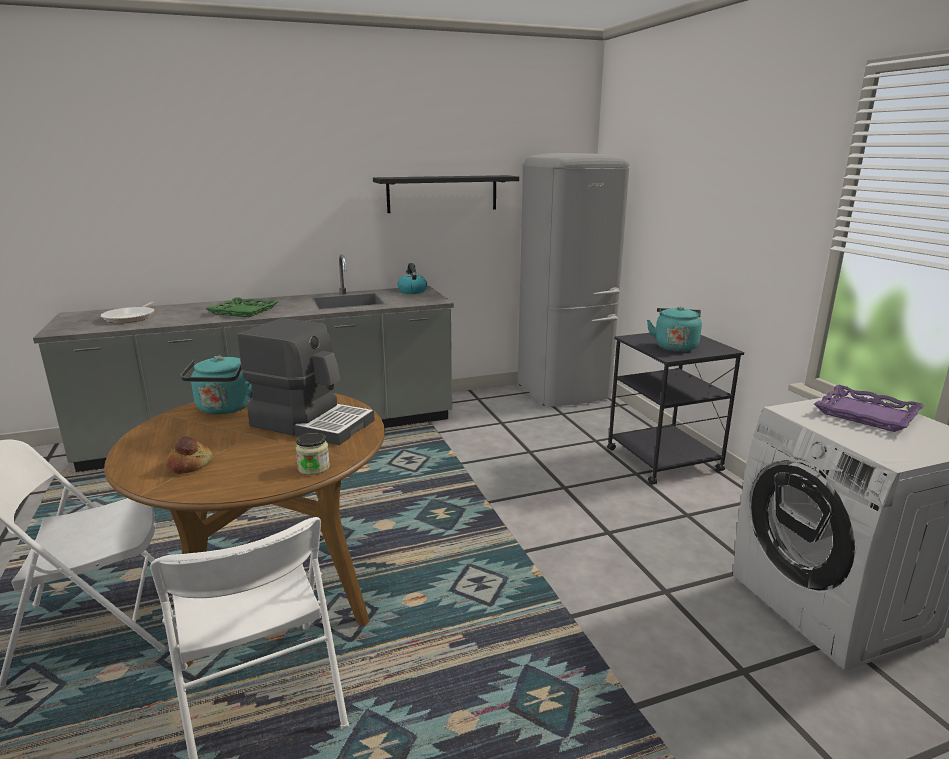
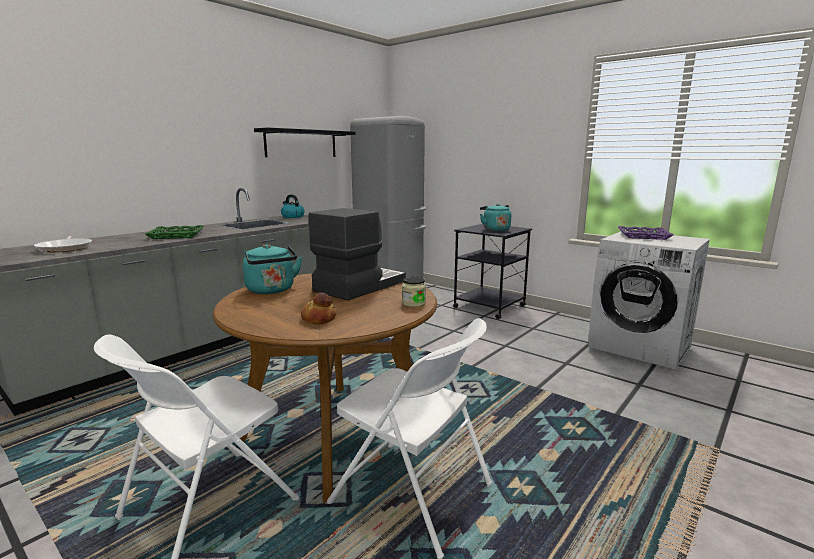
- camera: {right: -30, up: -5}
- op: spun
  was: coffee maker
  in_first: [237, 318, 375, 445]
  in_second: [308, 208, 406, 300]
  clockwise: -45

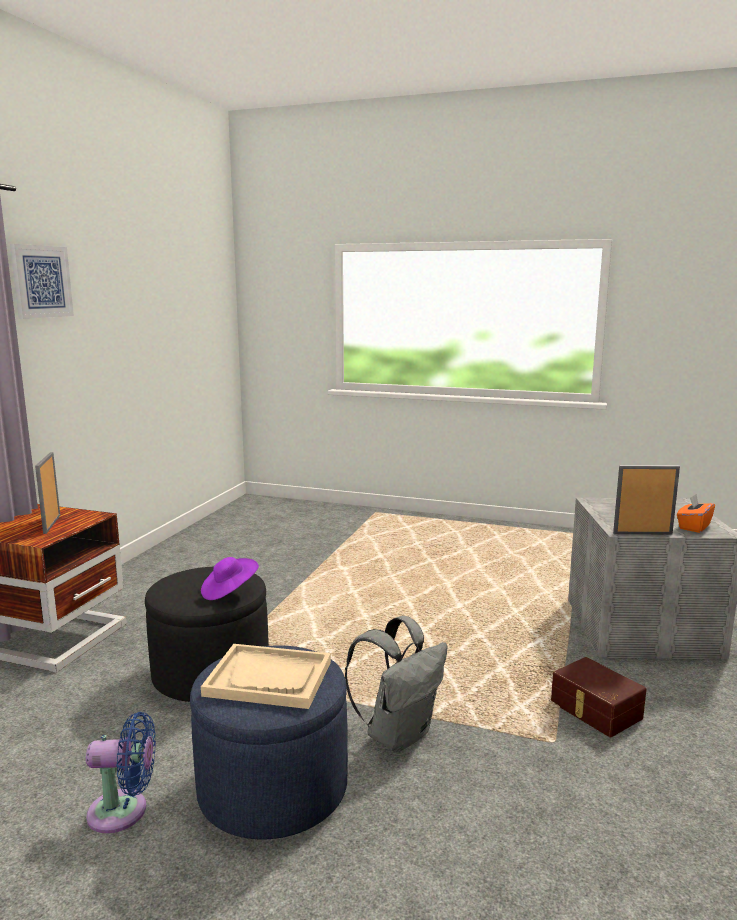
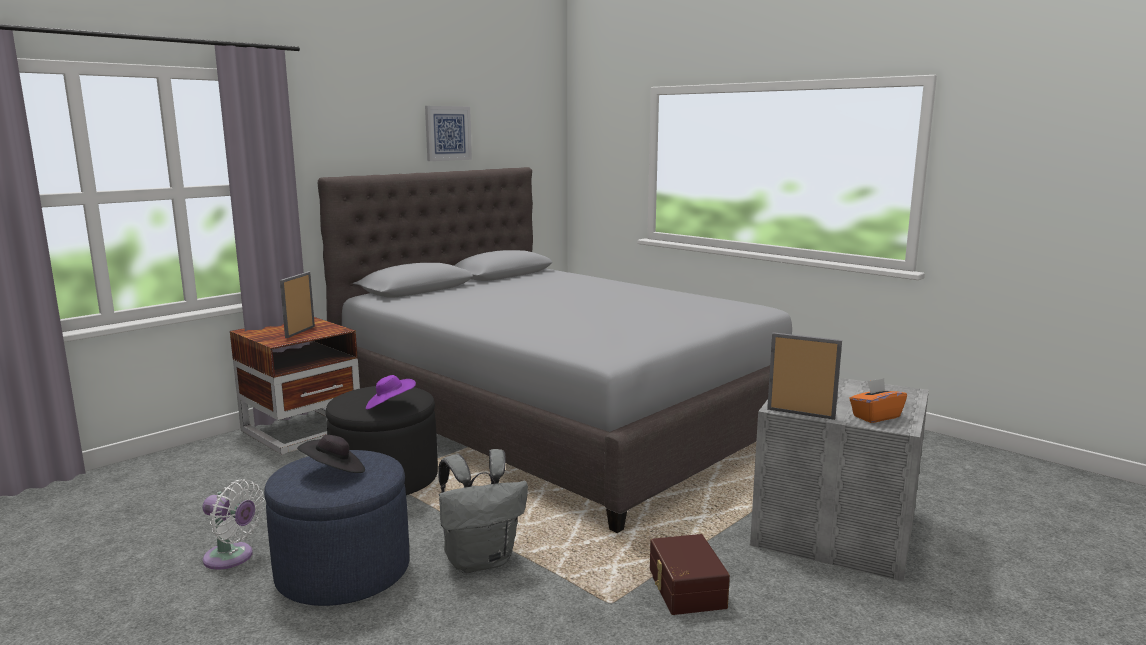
- camera: {right: 25, up: 0}
- op: colour
  was: blue fan
  now: white-coloured fan
  in_first: [86, 712, 156, 833]
  in_second: [202, 479, 265, 570]
- op: exchanged
  was: beige carrying tray
  now: black clothing hat
  in_first: [201, 644, 331, 709]
  in_second: [297, 435, 365, 473]
- op: appeared
  now: grey sleeping bed
  in_second: [318, 167, 792, 533]
- op: relocated
  was: picture
  in_first: [10, 244, 74, 319]
  in_second: [425, 106, 472, 161]

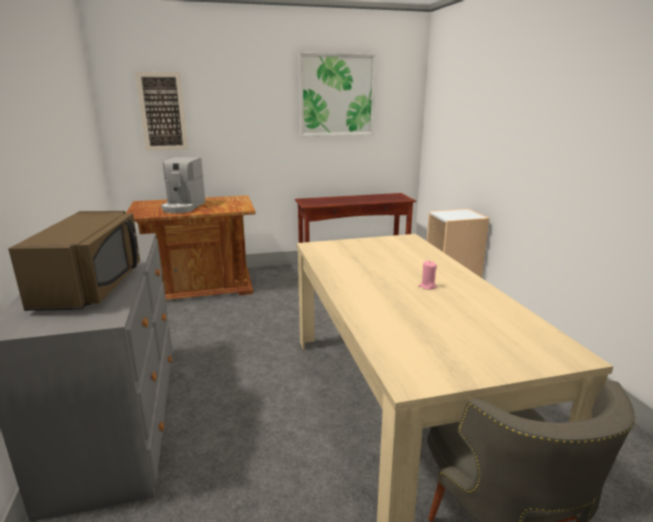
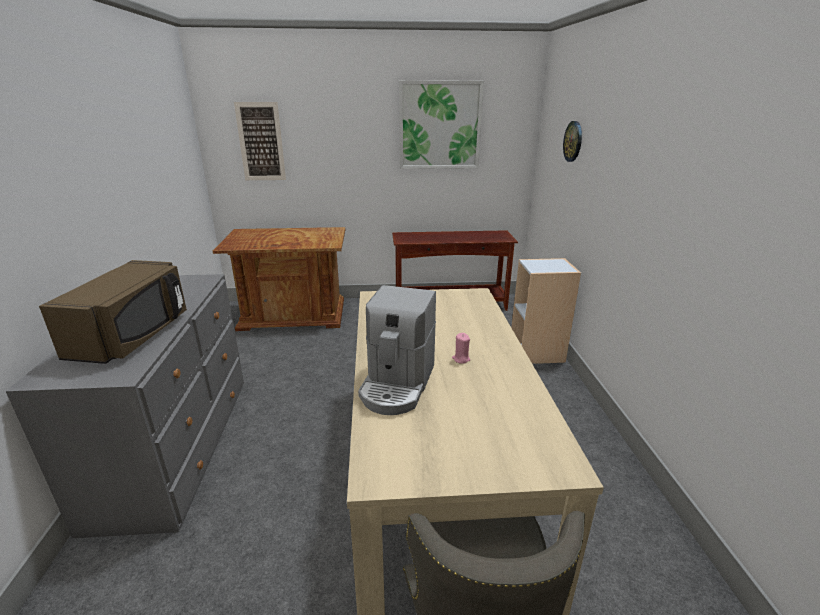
- camera: {right: 10, up: 5}
- op: relocated
  was: coffee maker
  in_first: [161, 157, 205, 213]
  in_second: [358, 285, 436, 415]
- op: appeared
  now: wall clock
  in_second: [563, 121, 582, 162]

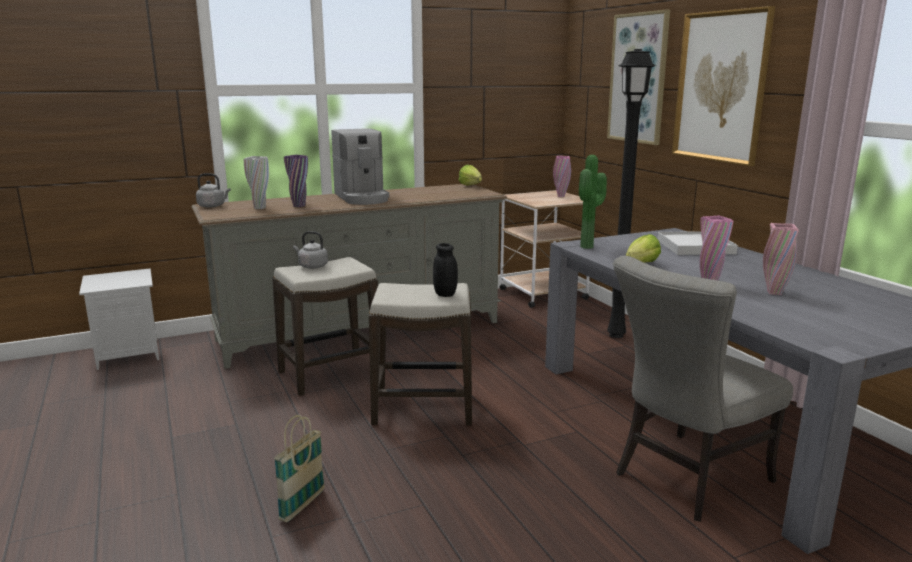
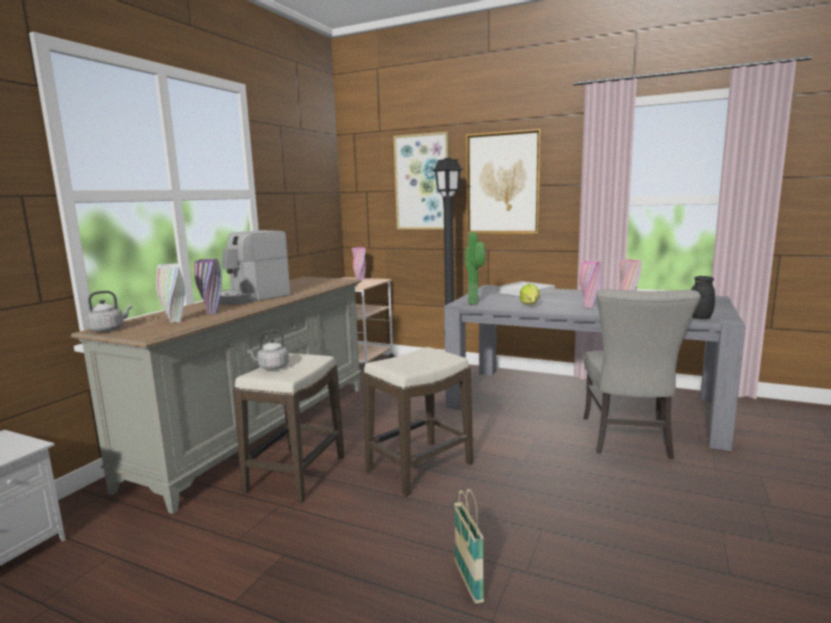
- camera: {right: -40, up: -5}
- op: spun
  was: coffee maker
  in_first: [332, 128, 389, 205]
  in_second: [218, 230, 290, 305]
  clockwise: 105
- op: relocated
  was: black jar
  in_first: [433, 243, 458, 297]
  in_second: [691, 276, 715, 319]
- op: missing
  was: lettuce head
  in_first: [459, 165, 482, 185]

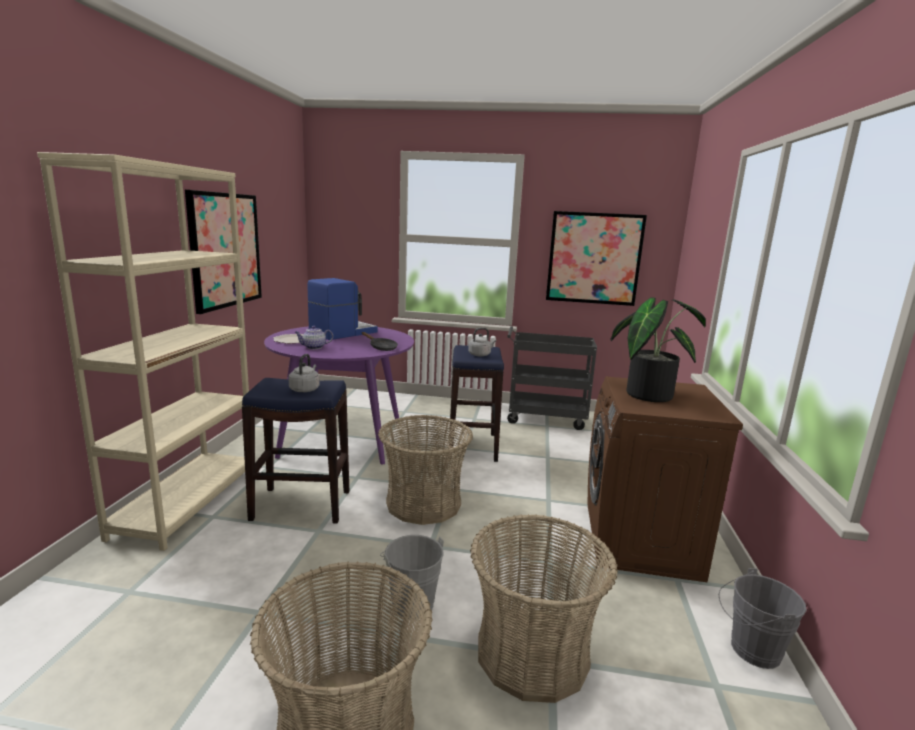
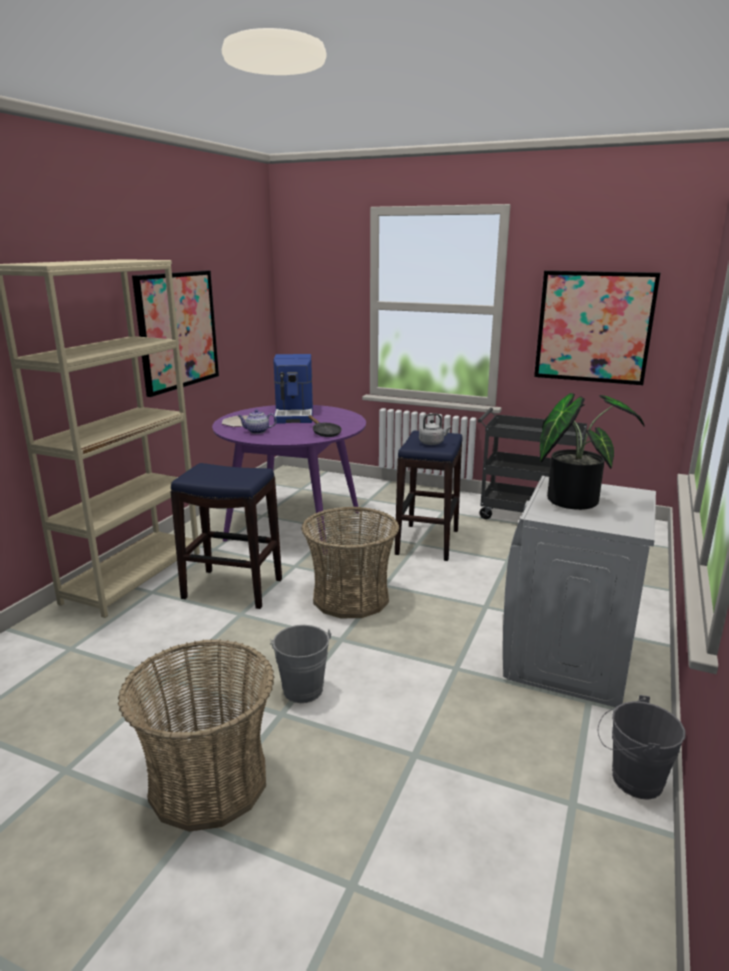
- camera: {right: 15, up: 5}
- op: spun
  was: coffee maker
  in_first: [307, 278, 378, 340]
  in_second: [273, 354, 313, 424]
  clockwise: 120
- op: colour
  was: brownish washing machine
  now: white-coloured washing machine
  in_first: [587, 376, 743, 582]
  in_second: [503, 476, 656, 707]
- op: missing
  was: grey tea kettle
  in_first: [288, 354, 320, 392]
- op: missing
  was: storage basket
  in_first: [470, 514, 618, 703]

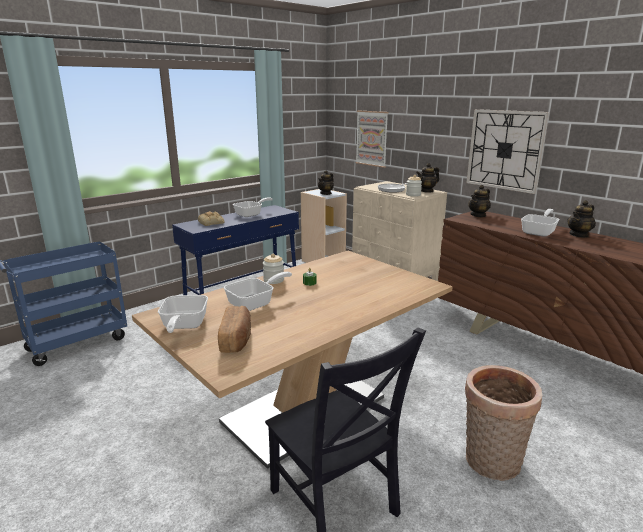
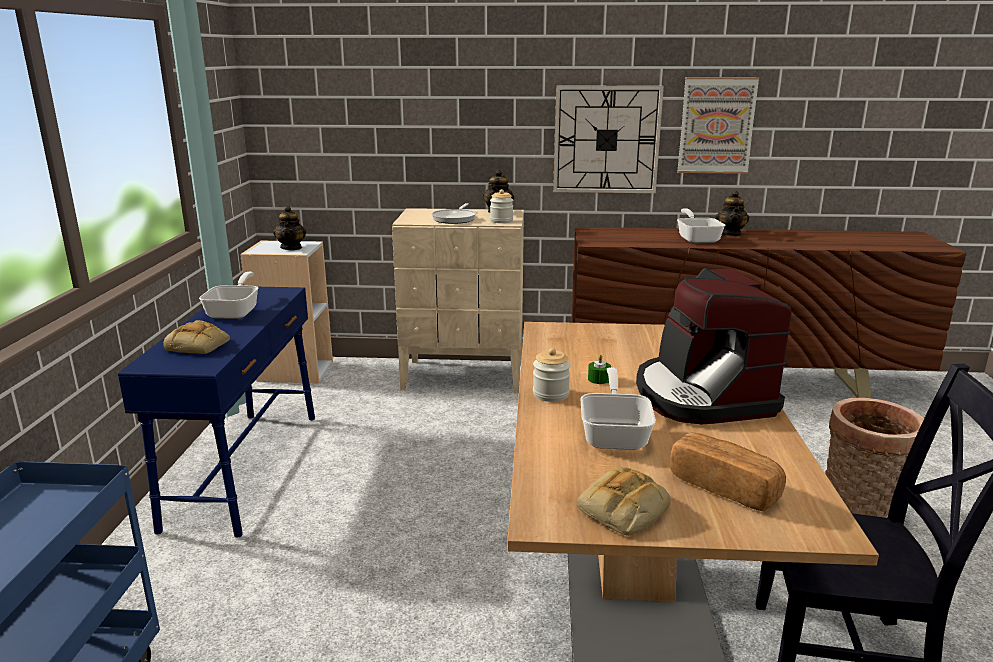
- camera: {right: -45, up: 0}
- op: exchanged
  was: frying pan
  now: bread
  in_first: [158, 295, 208, 333]
  in_second: [577, 467, 671, 536]
- op: appeared
  now: coffee maker
  in_second: [636, 268, 792, 424]
- op: relocated
  was: picture
  in_first: [355, 110, 389, 168]
  in_second: [677, 77, 759, 174]
- op: missing
  was: teapot
  in_first: [468, 185, 491, 217]

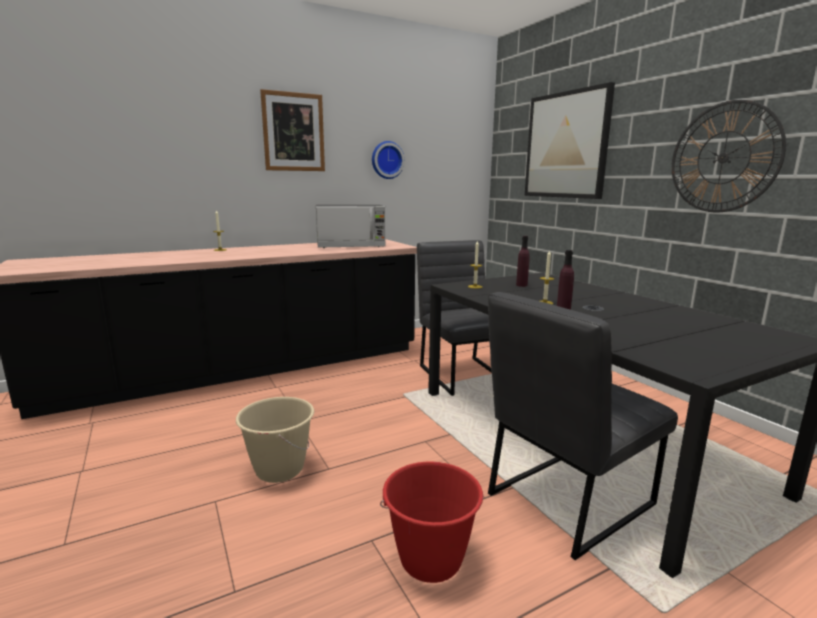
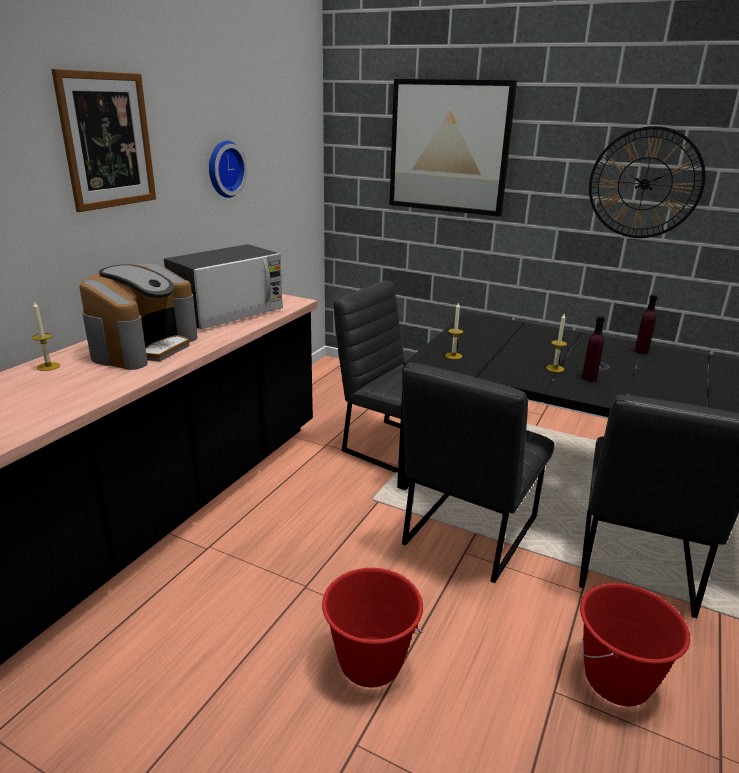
- camera: {right: -35, up: 10}
- op: appeared
  now: coffee maker
  in_second: [79, 263, 197, 370]
- op: colour
  was: beige bucket
  now: reddish bucket
  in_first: [236, 397, 314, 483]
  in_second: [322, 568, 423, 688]
- op: appeared
  now: grey chair
  in_second: [402, 363, 554, 583]
- op: relocated
  was: purplish bottle
  in_first: [516, 236, 530, 287]
  in_second: [634, 294, 658, 354]

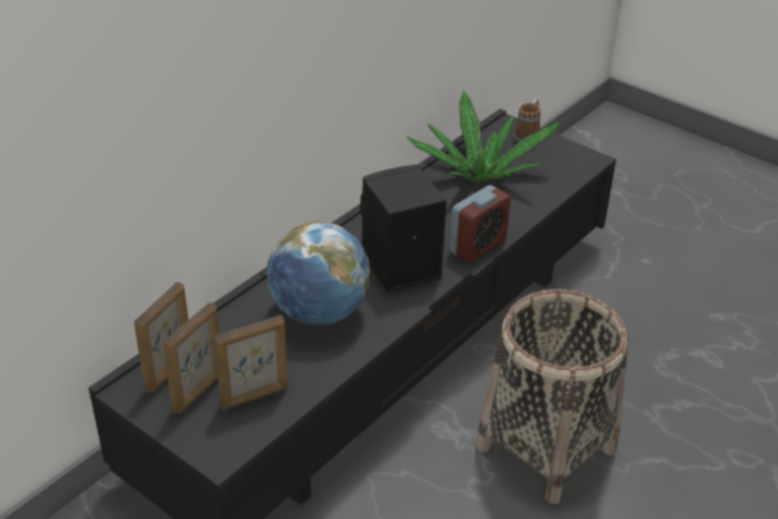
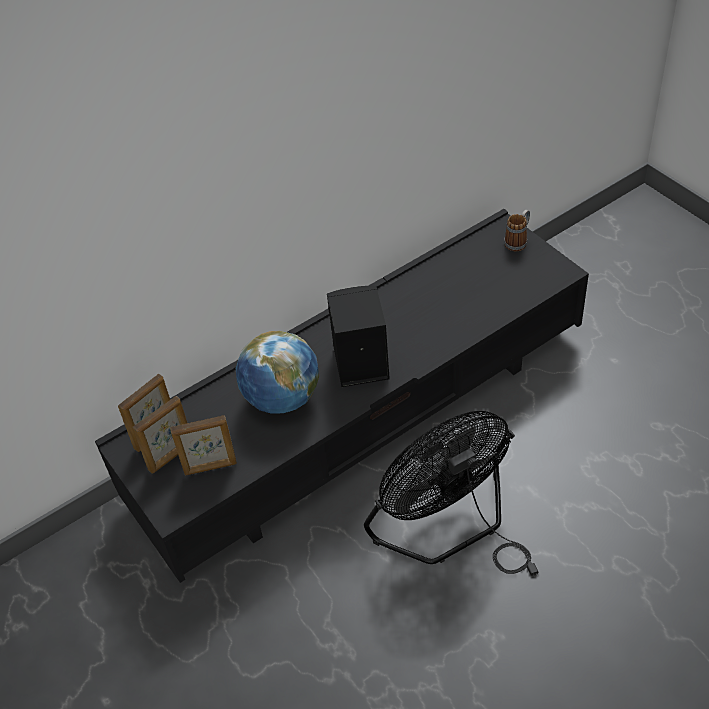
- camera: {right: 20, up: 10}
- op: exchanged
  was: storage basket
  now: black fan
  in_first: [476, 289, 629, 504]
  in_second: [364, 411, 538, 577]
- op: missing
  was: houseplant
  in_first: [406, 91, 560, 183]
- op: missing
  was: table clock
  in_first: [449, 185, 511, 263]

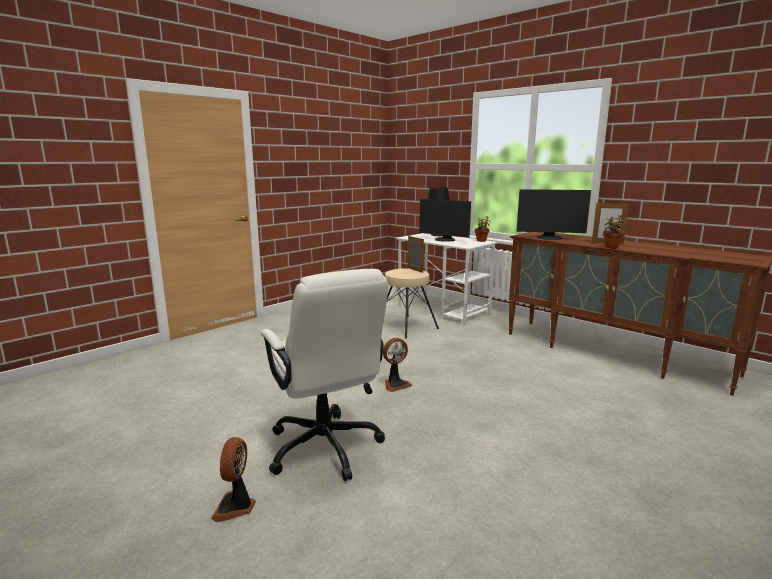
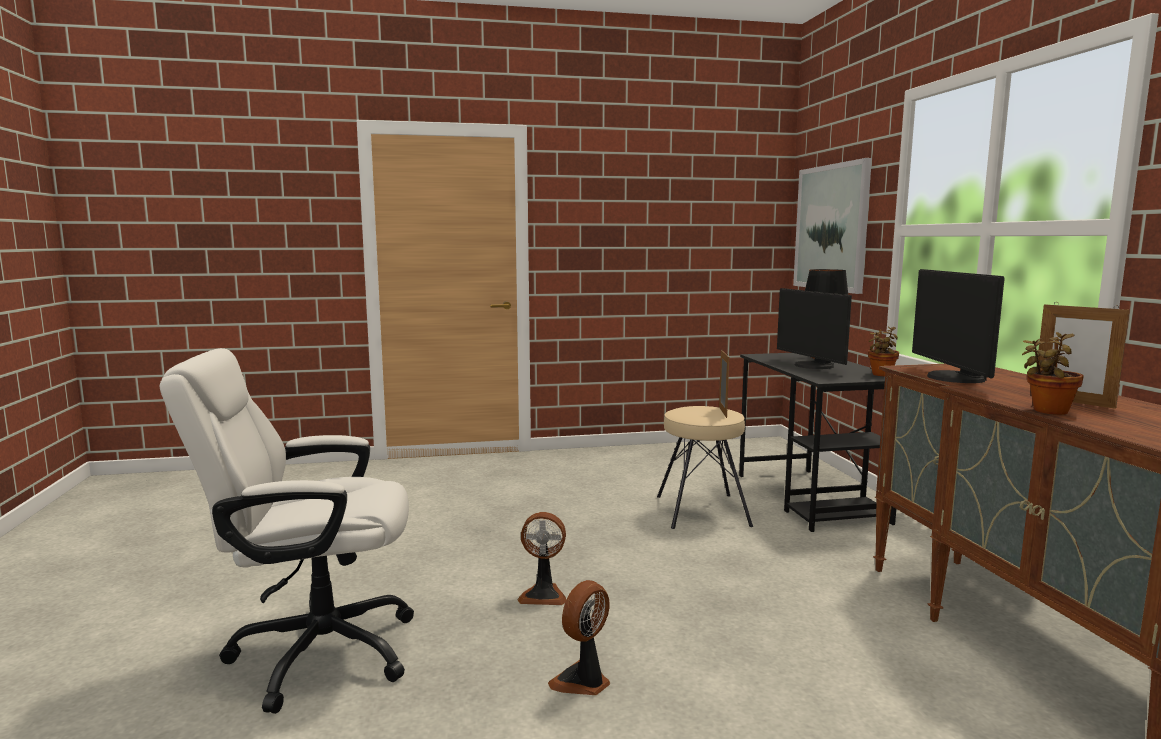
- camera: {right: 35, up: -5}
- op: spun
  was: white-coloured desk chair
  in_first: [261, 269, 388, 481]
  in_second: [160, 348, 414, 714]
  clockwise: 75
- op: relocated
  was: fan
  in_first: [211, 437, 256, 522]
  in_second: [548, 580, 610, 695]
- op: colour
  was: white-coloured desk table
  now: black desk table
  in_first: [396, 233, 497, 325]
  in_second: [739, 353, 896, 532]
- op: appeared
  now: picture
  in_second: [793, 158, 872, 294]
- op: spun
  was: computer screen
  in_first: [517, 189, 591, 240]
  in_second: [912, 269, 1005, 383]
  clockwise: 45

